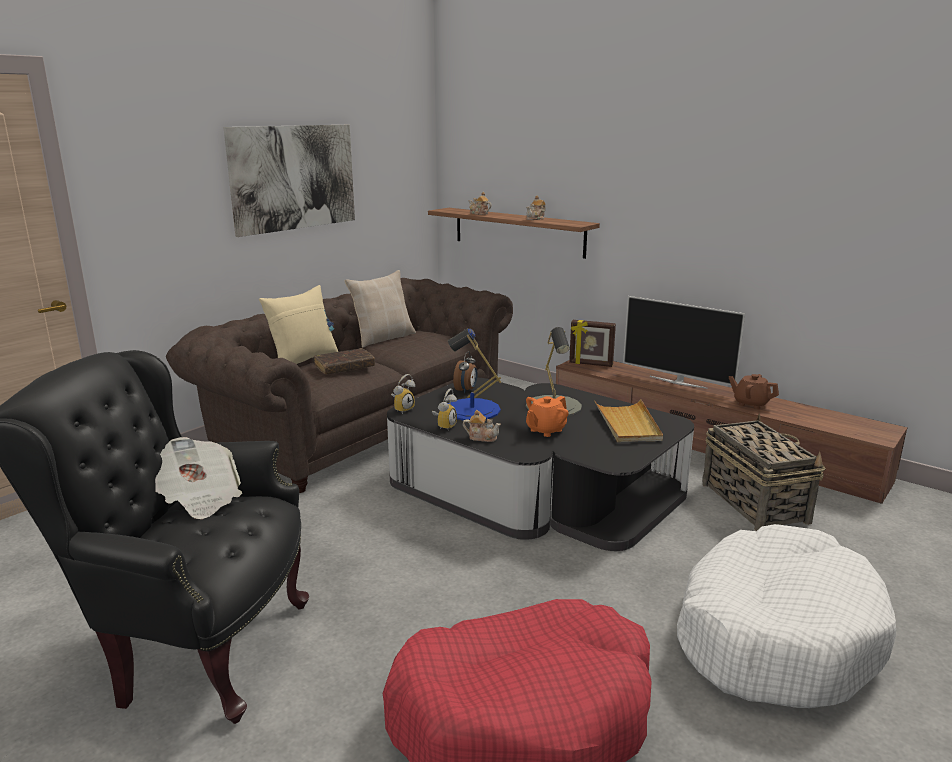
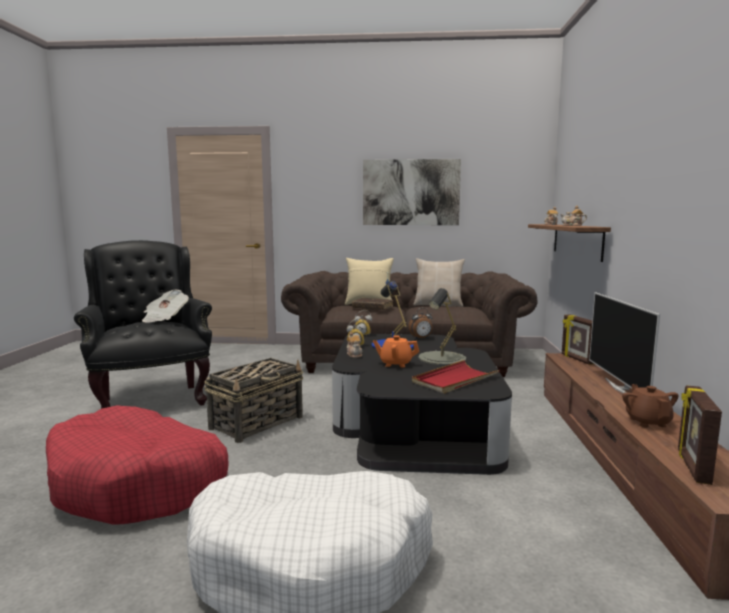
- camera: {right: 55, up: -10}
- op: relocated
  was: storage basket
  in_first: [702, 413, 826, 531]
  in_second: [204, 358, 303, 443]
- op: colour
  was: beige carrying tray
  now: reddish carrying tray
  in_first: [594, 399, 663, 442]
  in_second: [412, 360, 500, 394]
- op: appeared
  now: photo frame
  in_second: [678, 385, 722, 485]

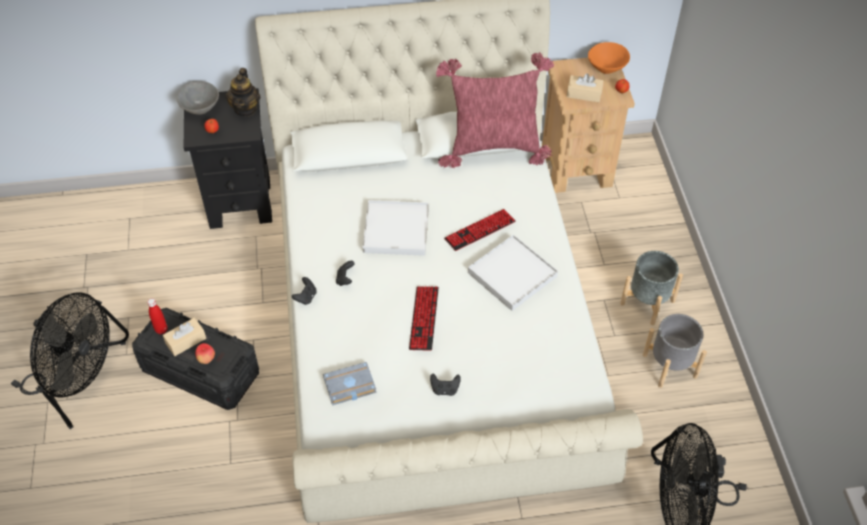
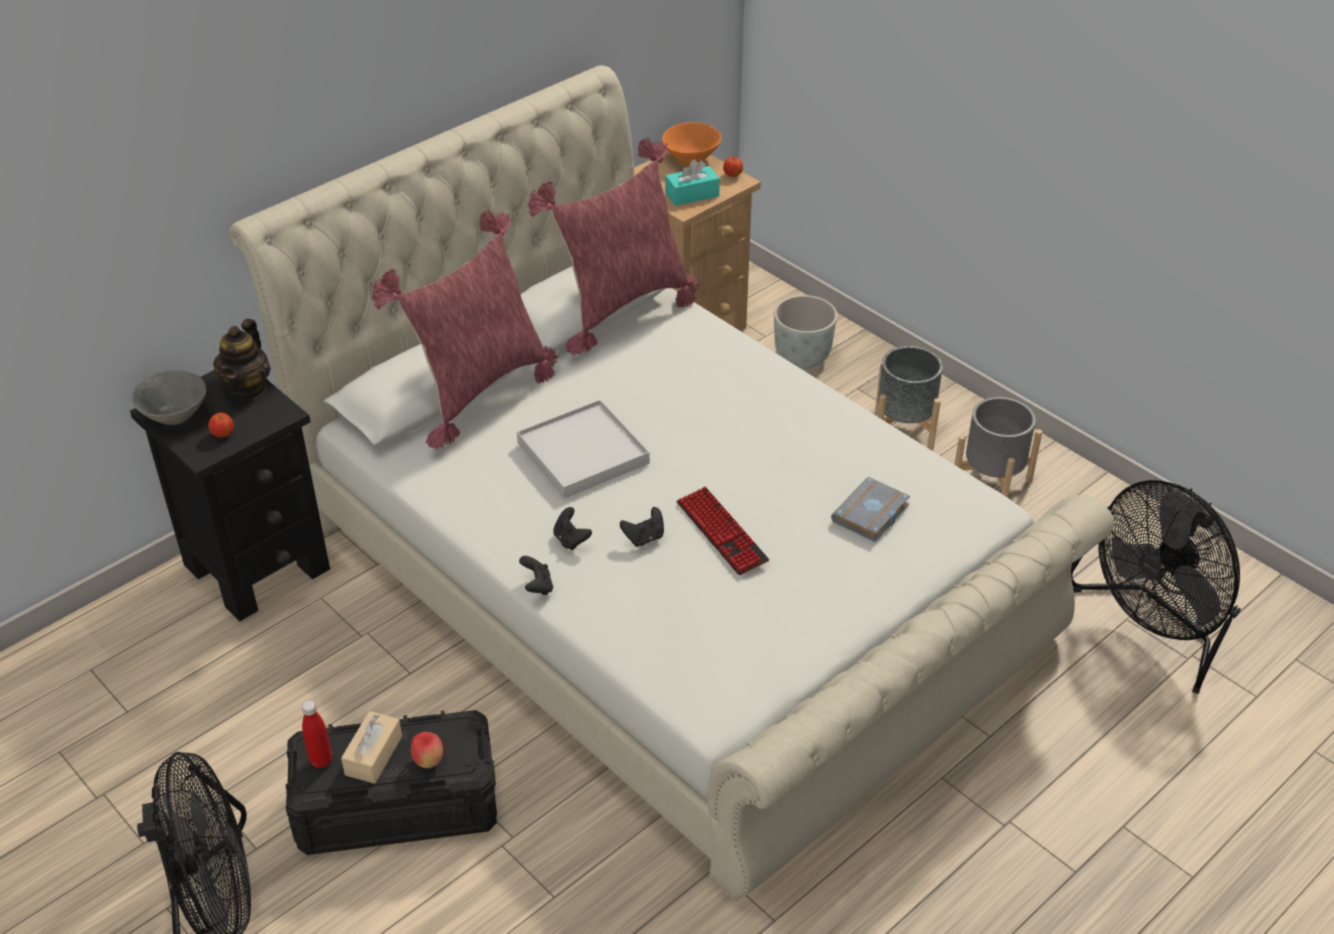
- camera: {right: -35, up: -10}
- op: spun
  was: teapot
  in_first: [226, 68, 260, 117]
  in_second: [213, 319, 271, 400]
  clockwise: 45
- op: appeared
  now: reddish throw pillow
  in_second: [371, 210, 560, 450]
- op: relocated
  was: black gamepad
  in_first: [430, 373, 461, 396]
  in_second: [620, 507, 664, 547]
- op: colour
  was: beige box of tissues
  now: turquoise box of tissues
  in_first: [567, 73, 604, 102]
  in_second: [665, 159, 720, 206]
- op: appeared
  now: grey plant pot
  in_second: [774, 295, 837, 369]
- op: relocated
  was: grey bound book
  in_first: [323, 362, 376, 405]
  in_second: [831, 477, 910, 542]
- op: missing
  was: computer keyboard
  in_first: [444, 209, 516, 251]
- op: missing
  was: white-coloured carrying tray
  in_first: [468, 234, 558, 311]

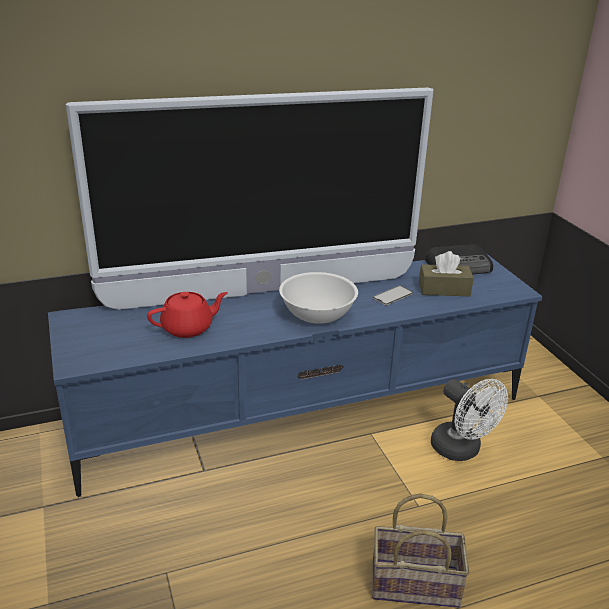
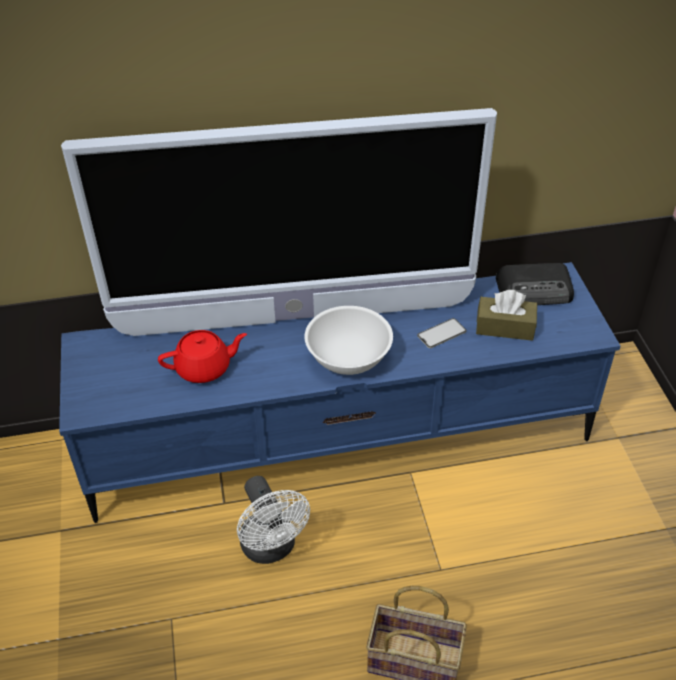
- camera: {right: 10, up: 15}
- op: relocated
  was: white-coloured fan
  in_first: [431, 379, 508, 461]
  in_second: [237, 476, 310, 564]

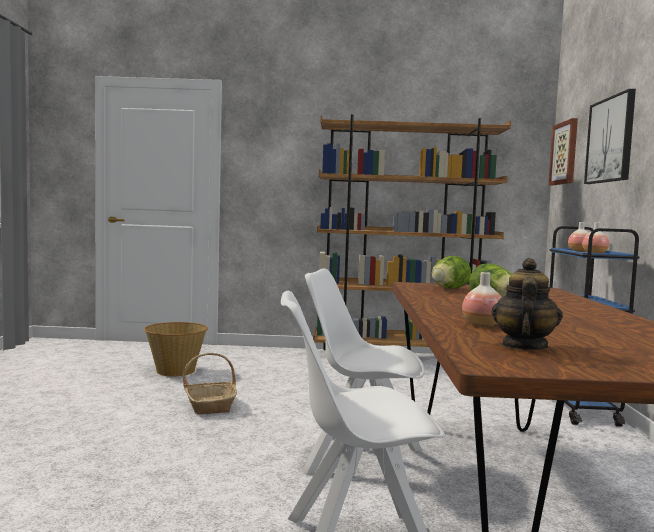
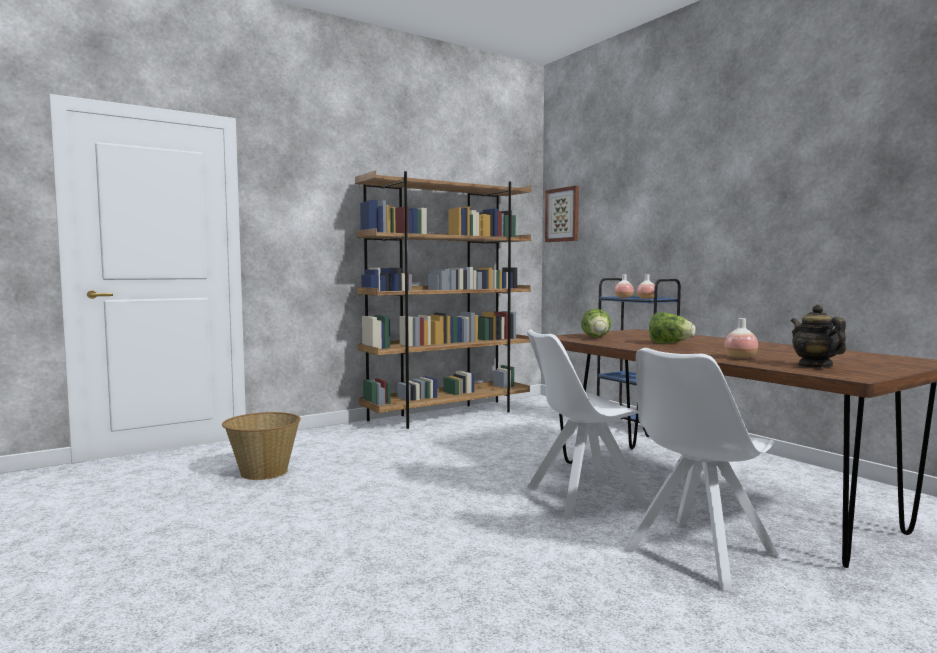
- camera: {right: -35, up: 0}
- op: missing
  was: storage basket
  in_first: [183, 353, 237, 414]
- op: missing
  was: picture
  in_first: [584, 89, 636, 184]

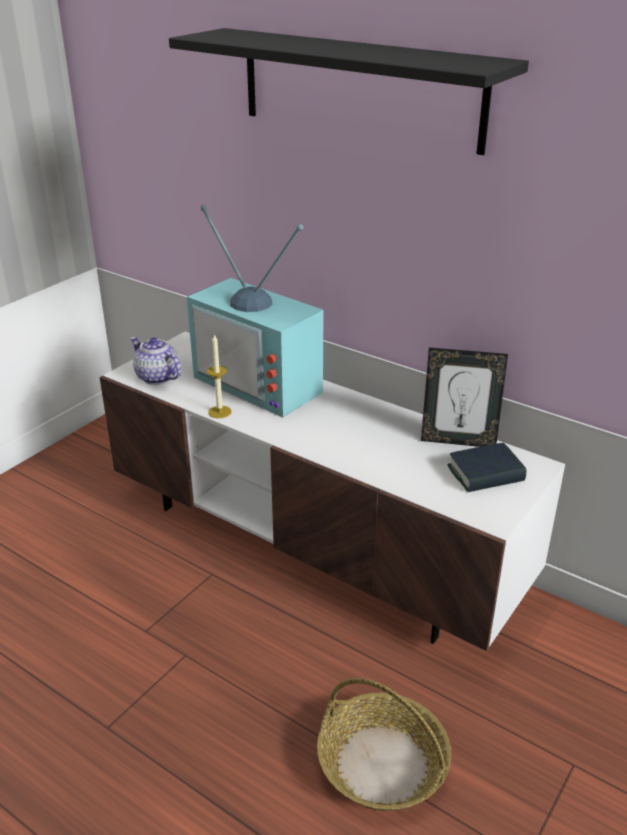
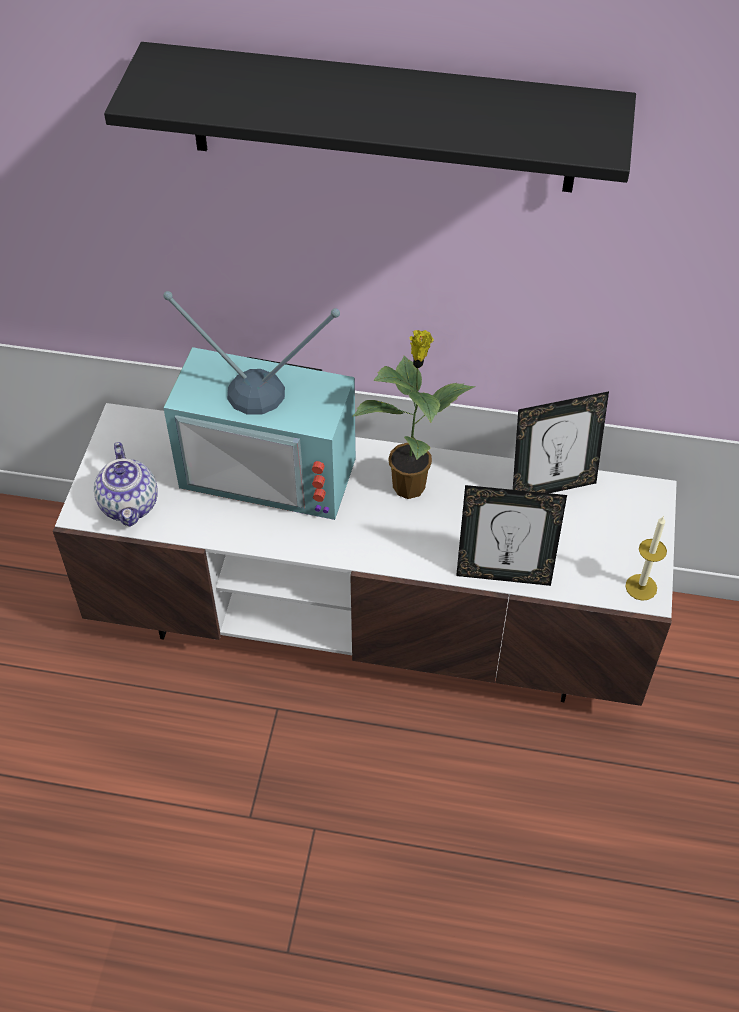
- camera: {right: -25, up: 20}
- op: spun
  was: teapot
  in_first: [130, 337, 181, 385]
  in_second: [94, 442, 158, 527]
  clockwise: -120
- op: appeared
  now: houseplant
  in_second: [352, 330, 476, 499]
- op: appeared
  now: photo frame
  in_second: [456, 485, 567, 586]
- op: relocated
  was: wax candle
  in_first: [207, 334, 231, 418]
  in_second: [625, 517, 667, 601]
- op: missing
  was: storage basket
  in_first: [317, 678, 451, 811]
- op: missing
  was: bound book
  in_first: [447, 443, 526, 492]

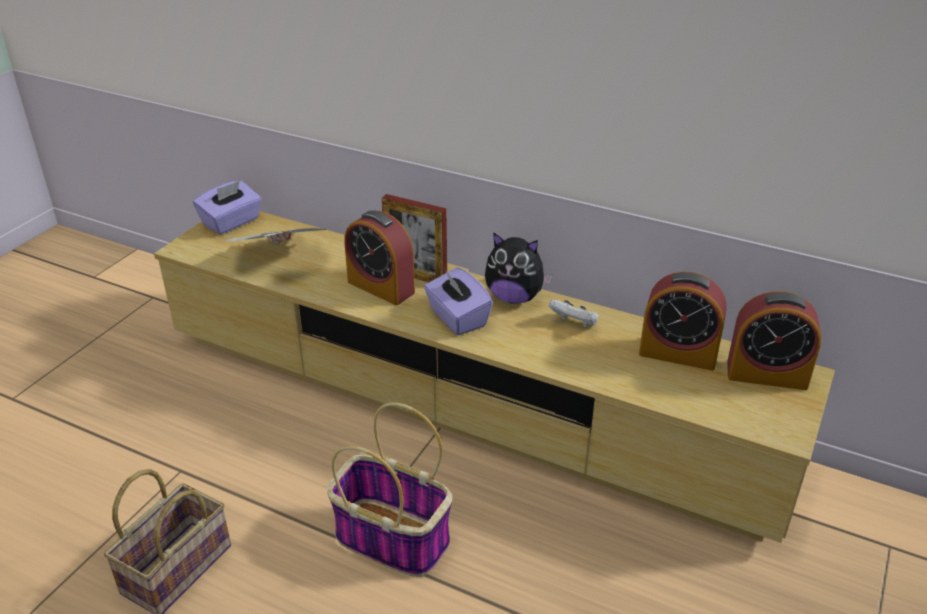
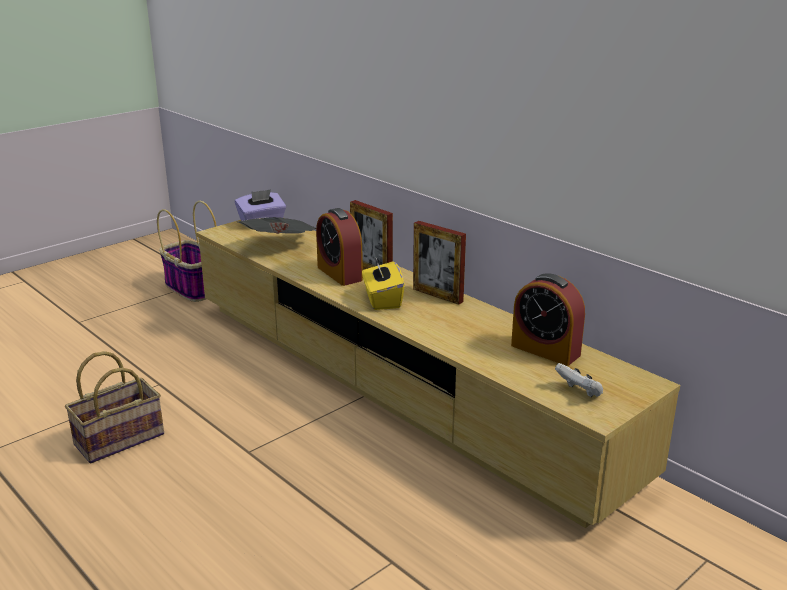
- camera: {right: 20, up: -10}
- op: relocated
  was: storage basket
  in_first: [327, 402, 452, 577]
  in_second: [157, 201, 217, 302]
- op: colour
  was: purplish box of tissues
  now: yellow box of tissues
  in_first: [424, 267, 493, 335]
  in_second: [362, 258, 405, 310]
- op: exchanged
  was: plush toy
  now: photo frame
  in_first: [485, 232, 553, 304]
  in_second: [413, 221, 466, 305]
- op: relocated
  was: white-coloured gamepad
  in_first: [549, 300, 598, 327]
  in_second: [555, 363, 603, 397]
- op: missing
  was: table clock
  in_first: [727, 291, 822, 390]

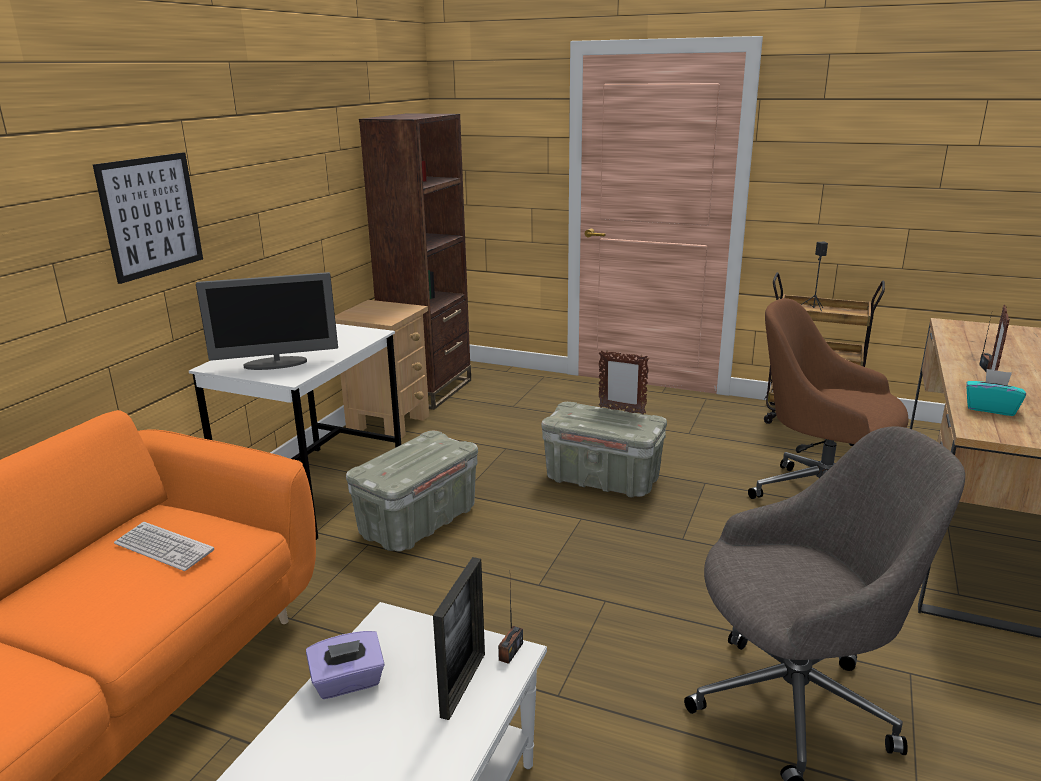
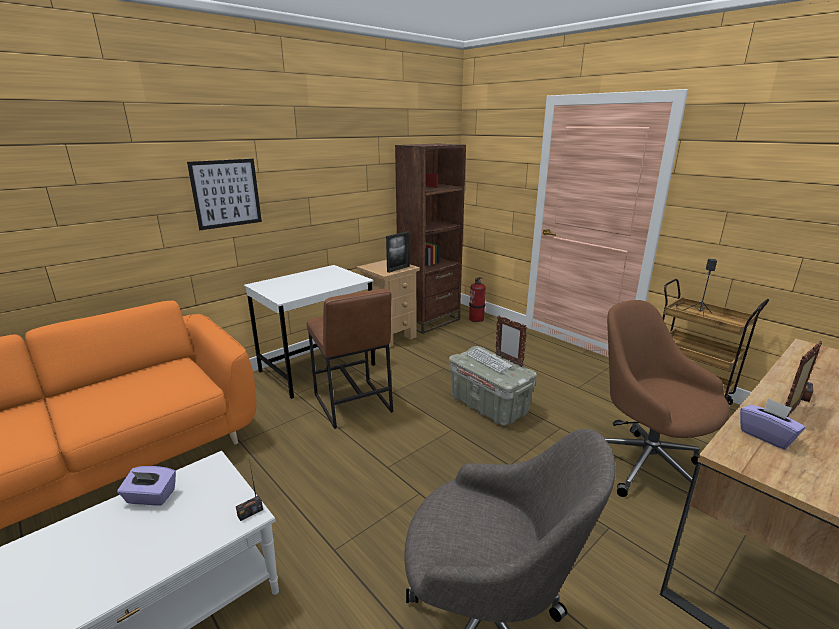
- camera: {right: 25, up: 0}
- op: exchanged
  was: grey storage container
  now: brownish chair
  in_first: [346, 431, 478, 552]
  in_second: [306, 289, 393, 429]
- op: relocated
  was: photo frame
  in_first: [433, 557, 485, 720]
  in_second: [386, 231, 410, 273]
- op: relocated
  was: computer keyboard
  in_first: [114, 522, 214, 571]
  in_second: [466, 348, 513, 373]
- op: appeared
  now: fire extinguisher
  in_second: [469, 277, 486, 322]
- op: colour
  was: turquoise box of tissues
  now: purplish box of tissues
  in_first: [967, 369, 1026, 416]
  in_second: [740, 398, 806, 450]
- op: missing
  was: computer screen
  in_first: [196, 272, 338, 370]

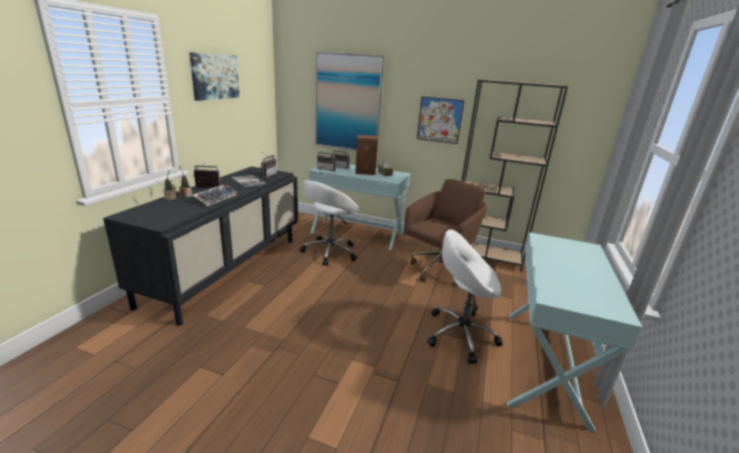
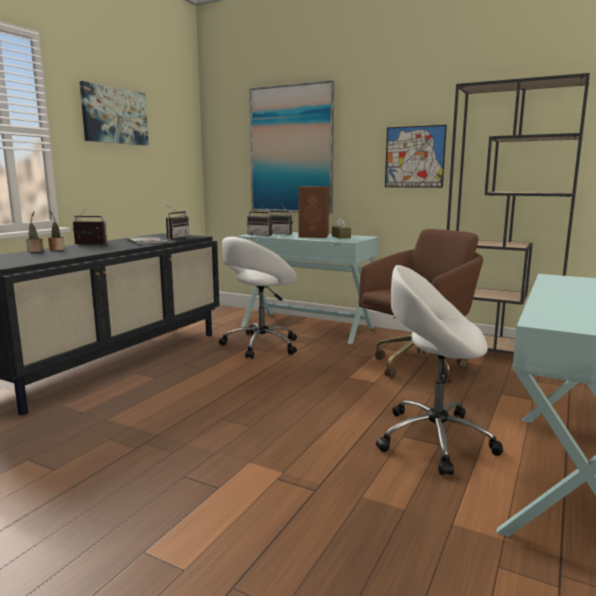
- camera: {right: 10, up: -10}
- op: missing
  was: computer keyboard
  in_first: [193, 185, 237, 206]

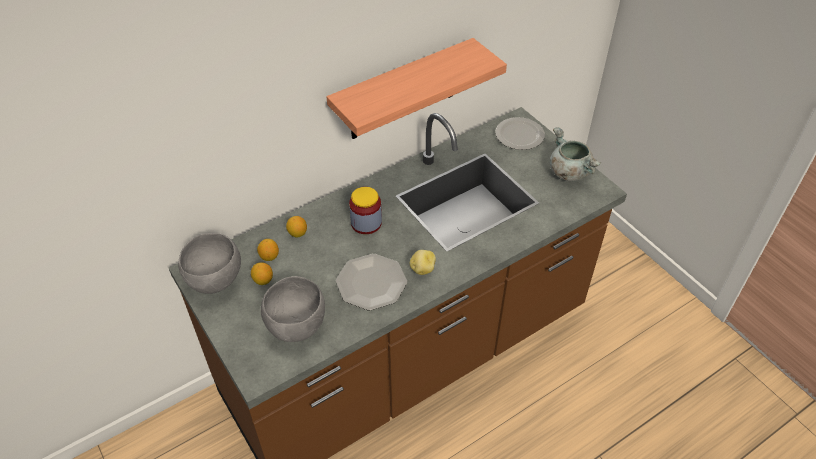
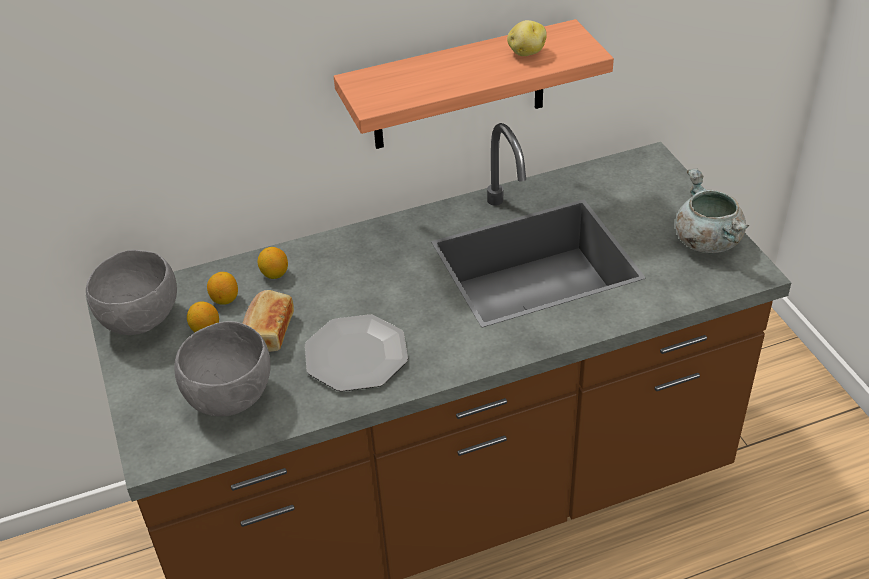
- camera: {right: 15, up: -5}
- op: appeared
  now: bread
  in_second: [242, 290, 294, 352]
- op: relocated
  was: spud
  in_first: [410, 250, 436, 275]
  in_second: [507, 20, 547, 56]
- op: missing
  was: jar
  in_first: [349, 187, 382, 234]
- op: missing
  was: dinner plate
  in_first: [495, 117, 545, 150]

